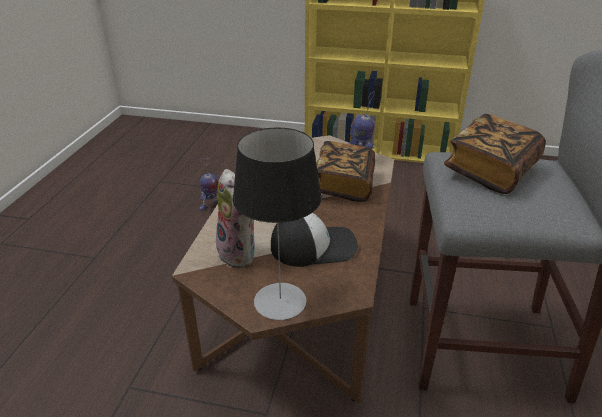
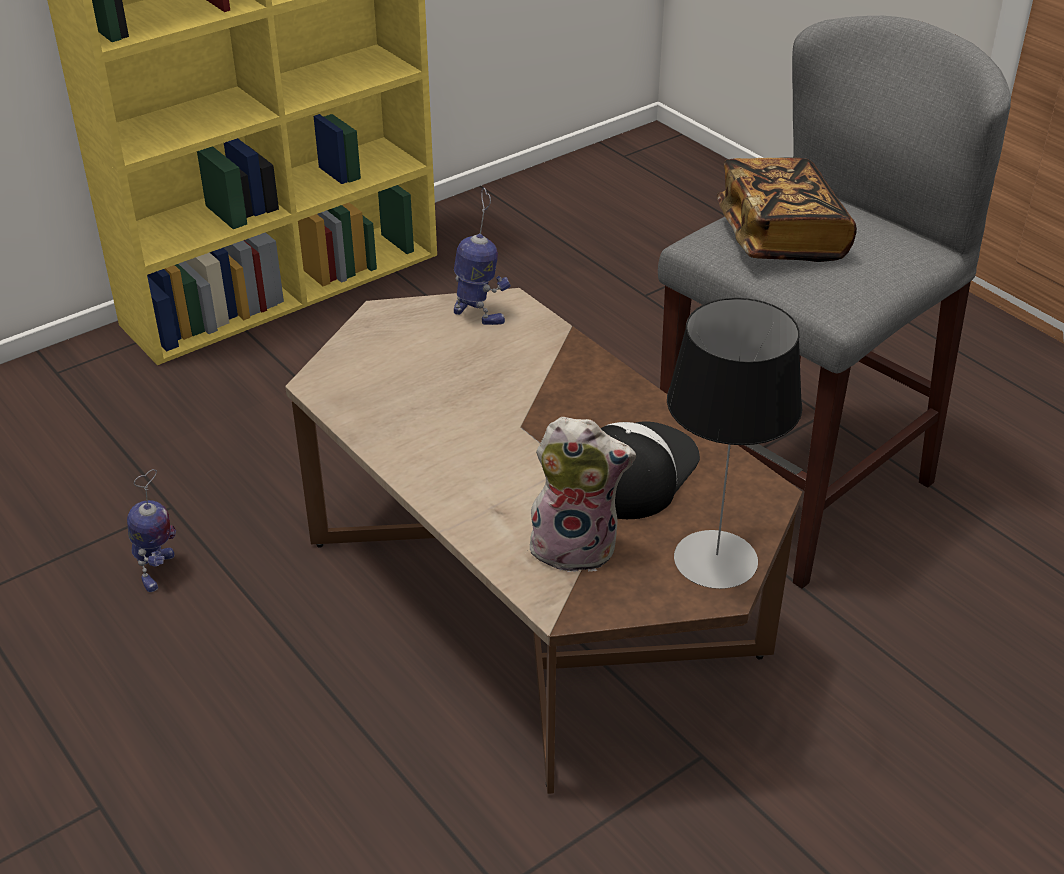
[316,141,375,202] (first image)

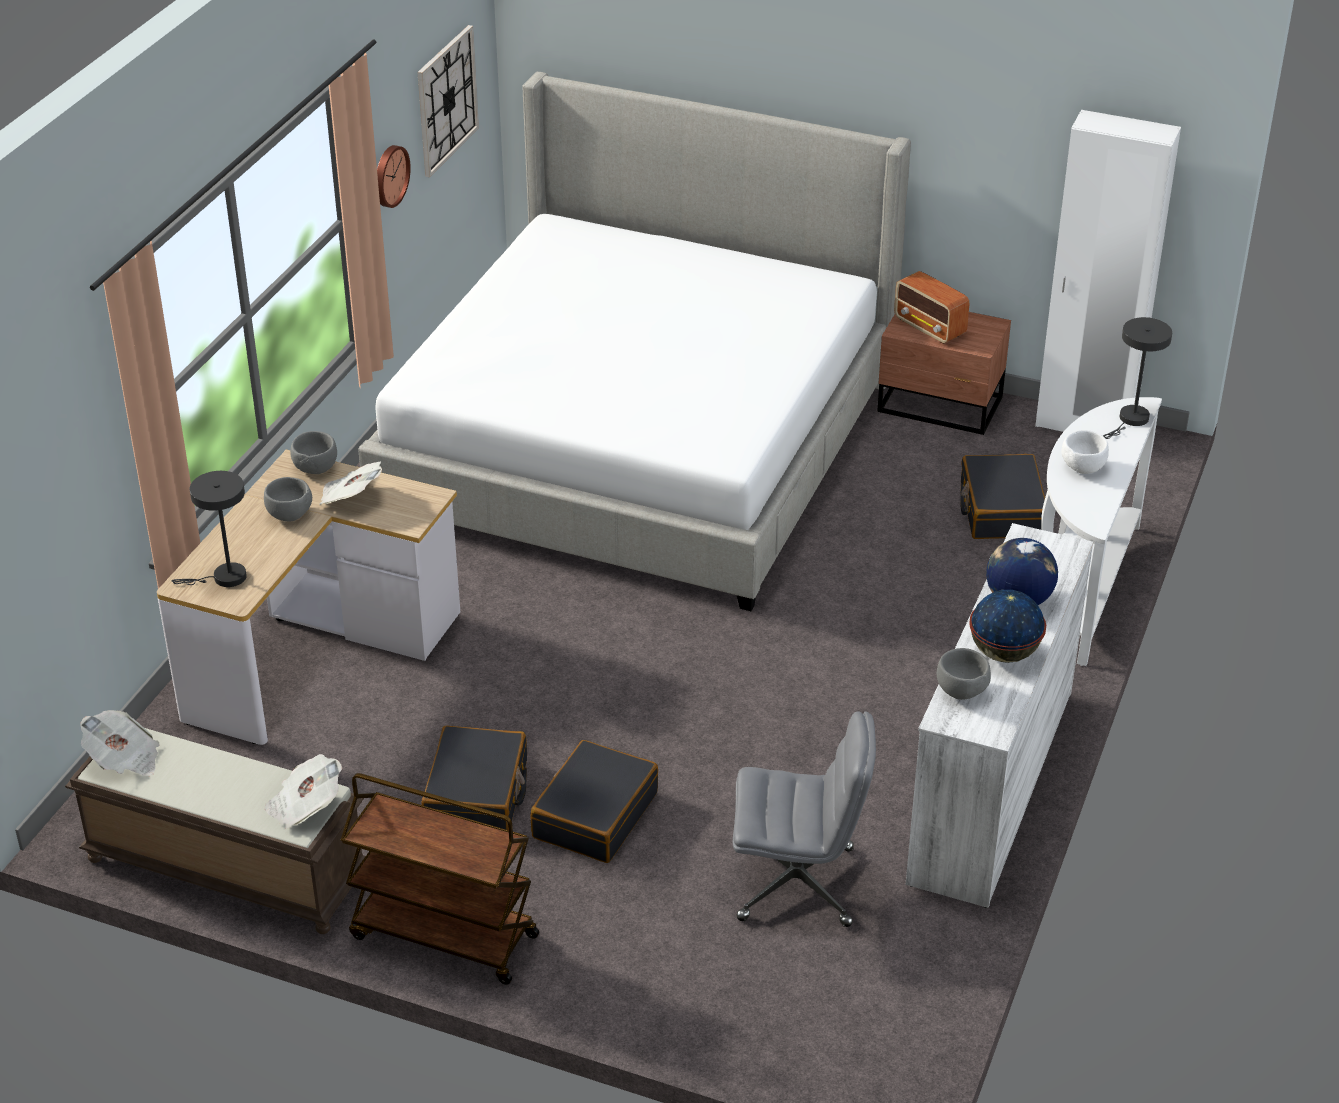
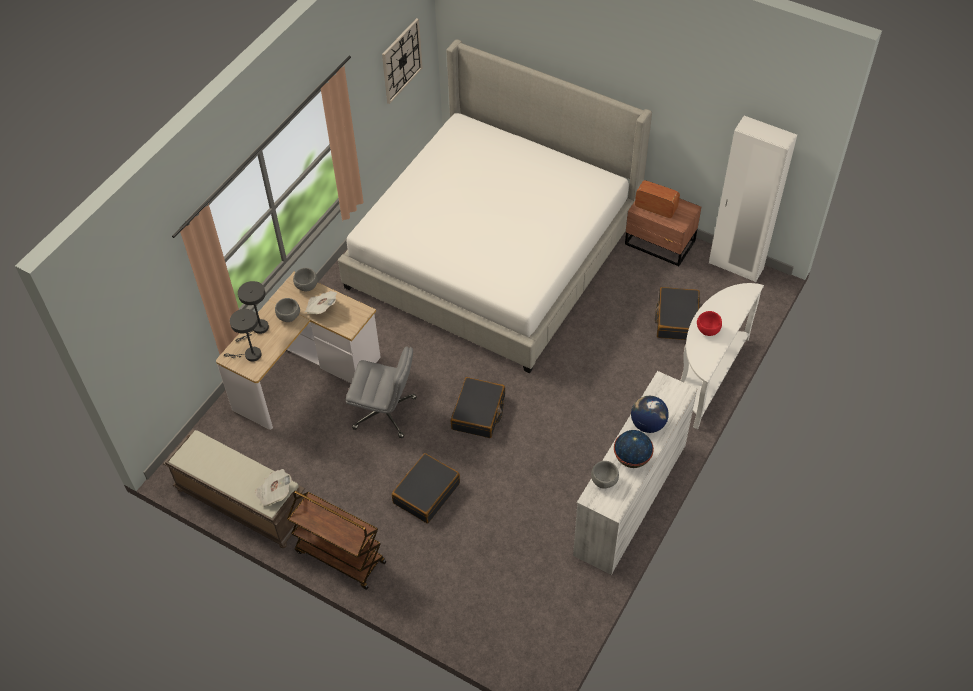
[80,710,160,776] (first image)
[377,145,411,208] (first image)
[451,377,505,438]
[346,346,417,438]
[235,281,269,342]
[697,311,722,336]
[635,180,680,218]

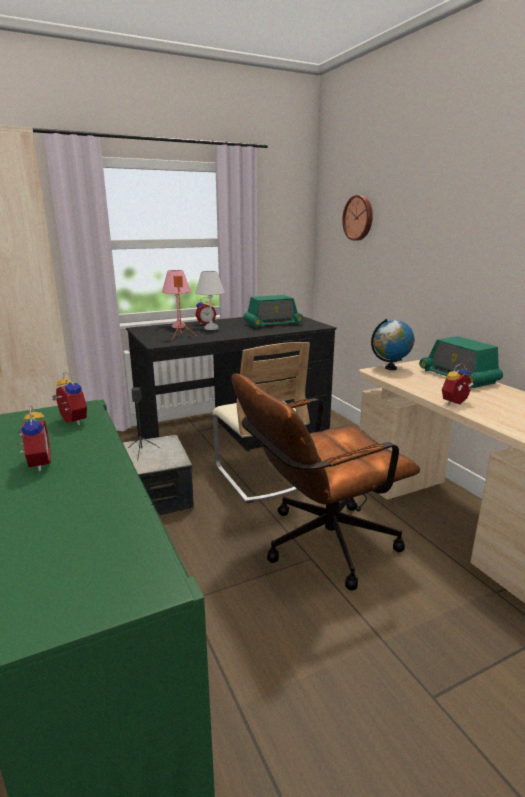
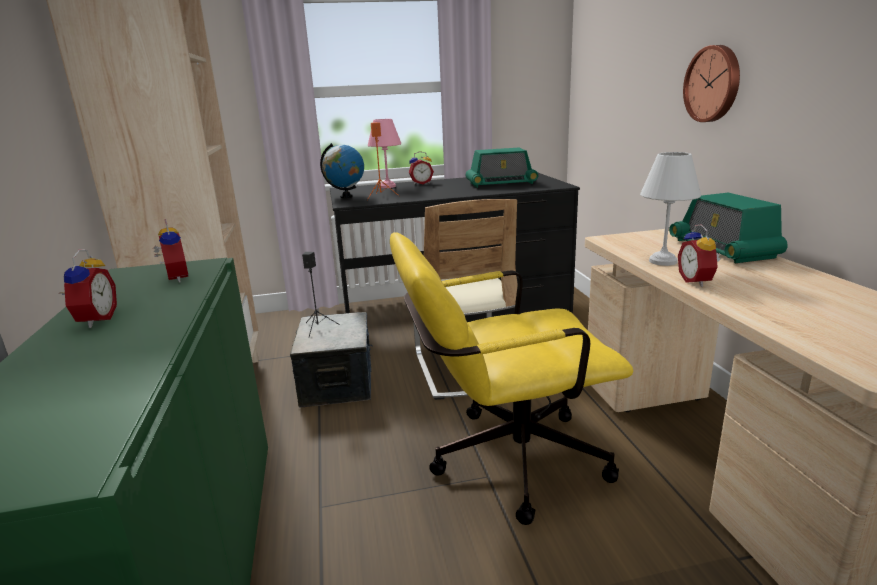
[640,152,701,266]
[683,45,740,122]
[320,143,364,198]
[390,232,634,525]
[678,224,720,287]

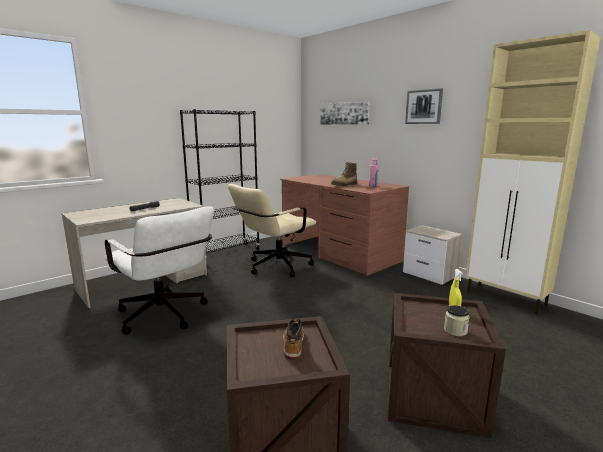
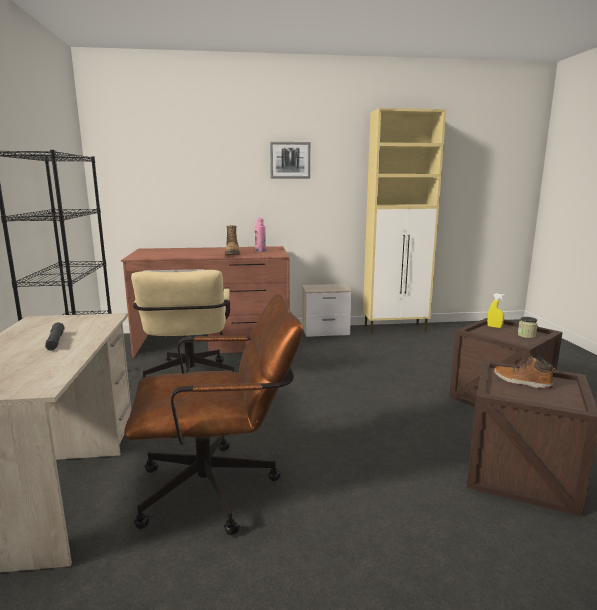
[320,101,370,125] (first image)
[124,294,304,535]

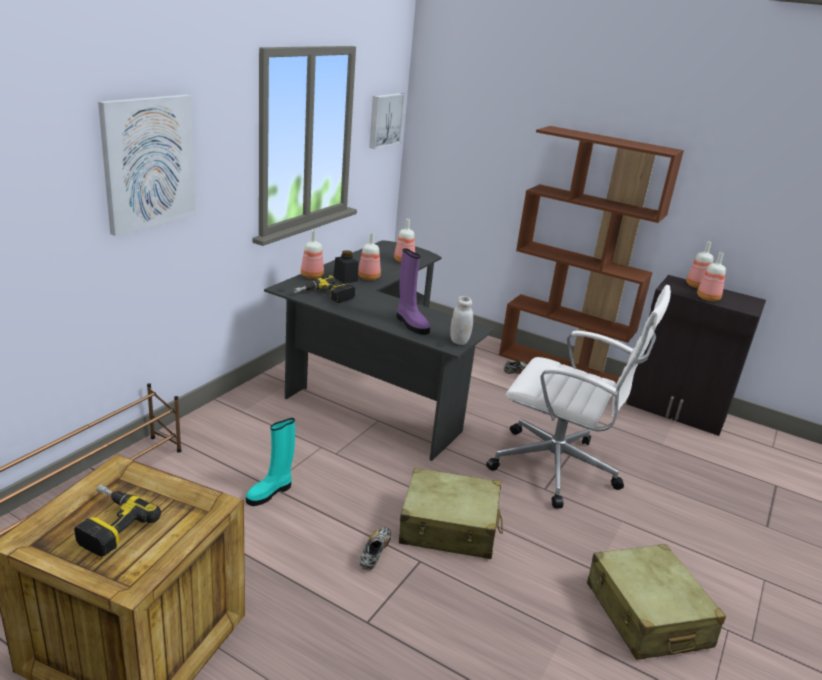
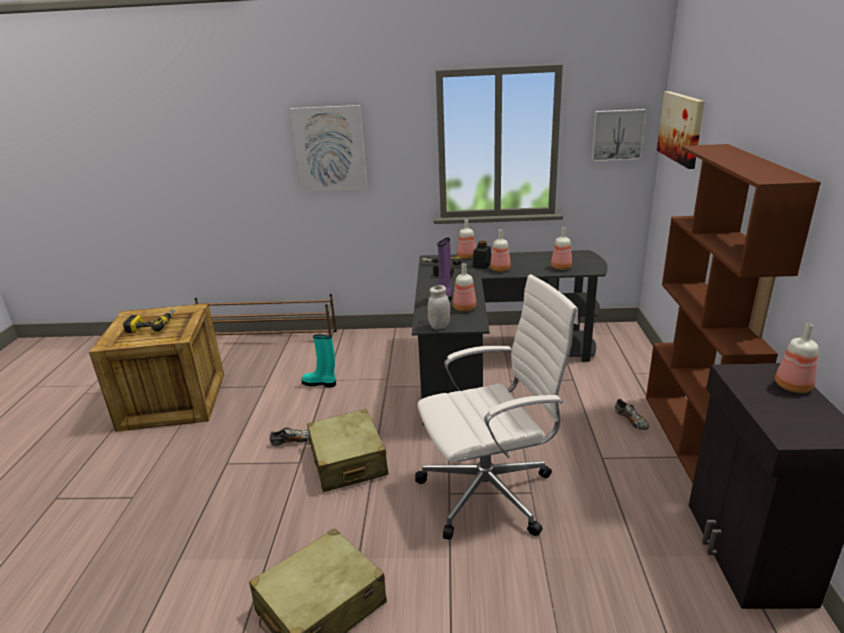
[657,91,705,169]
[453,263,476,312]
[415,274,578,540]

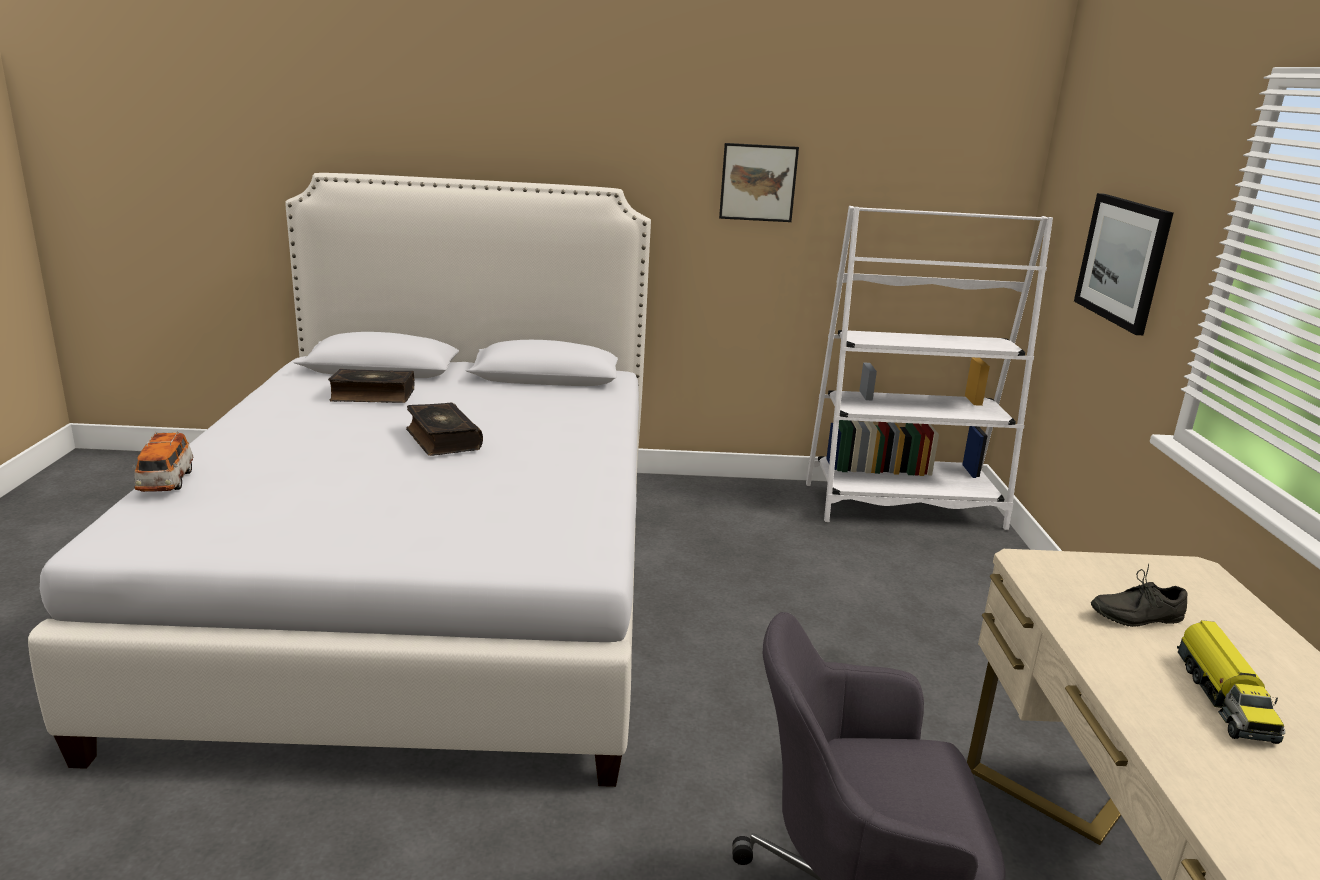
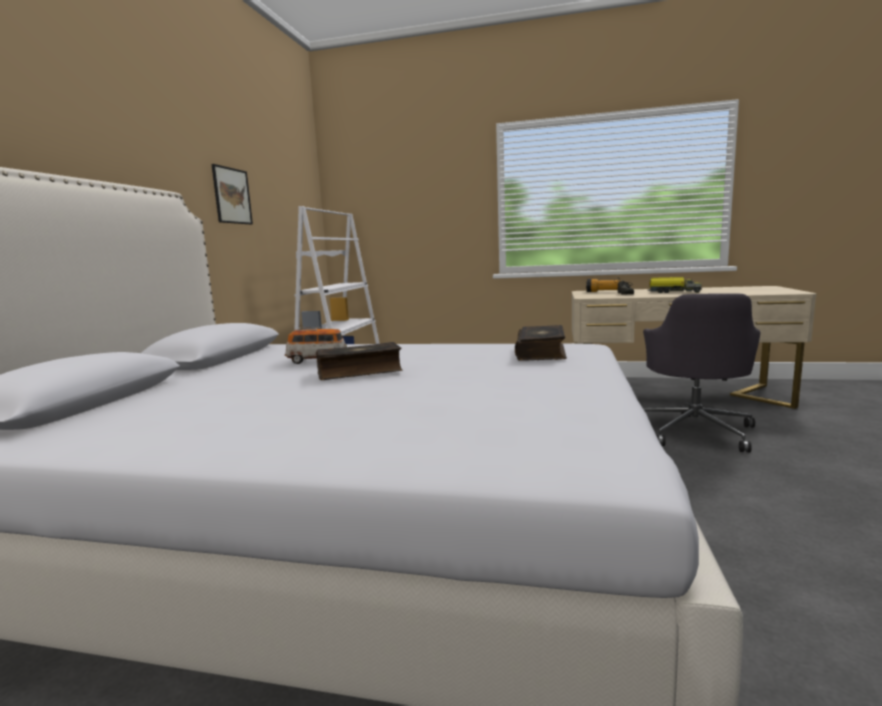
[1074,193,1173,335] (first image)
[586,279,621,292]
[285,327,347,364]
[515,325,567,361]

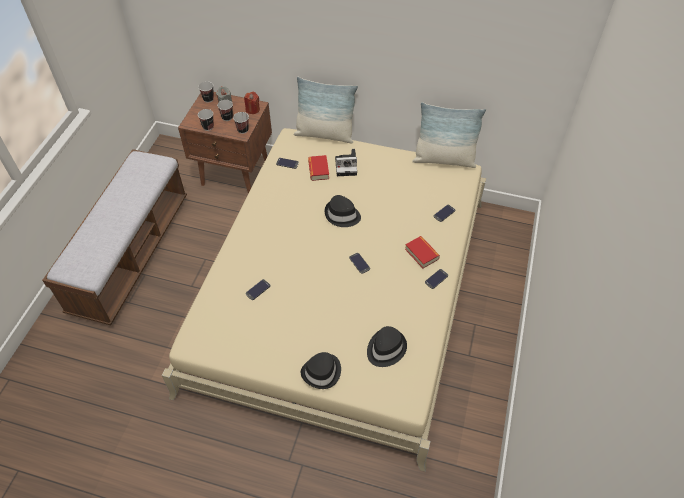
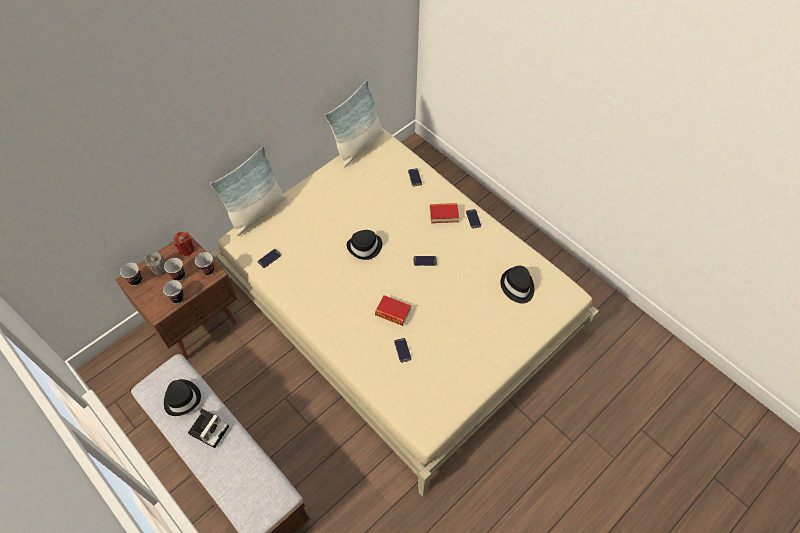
[164,379,201,416]
[375,295,411,326]
[188,409,229,448]

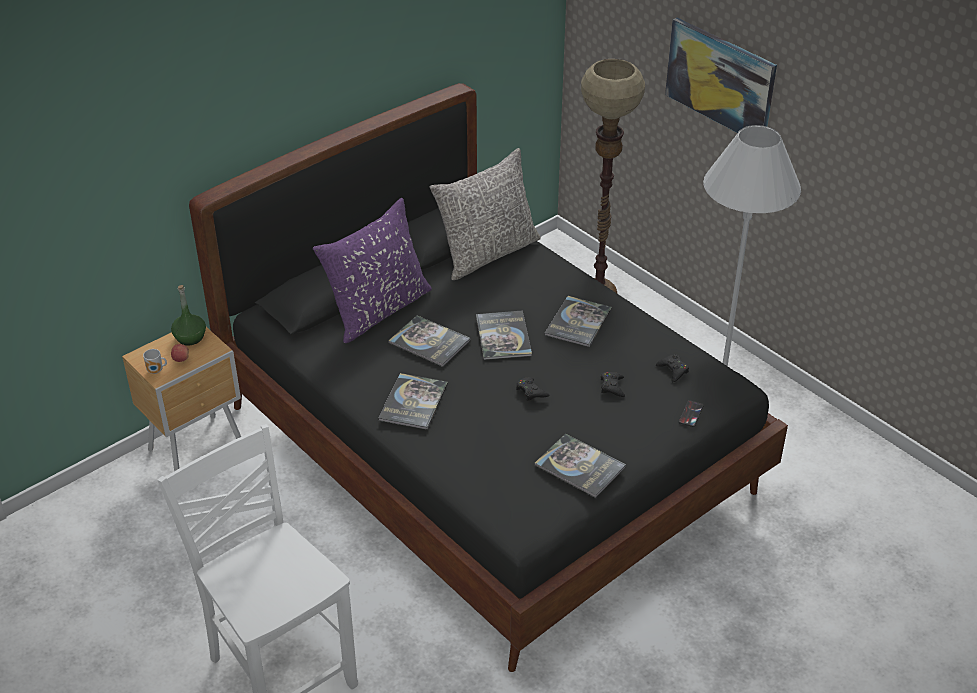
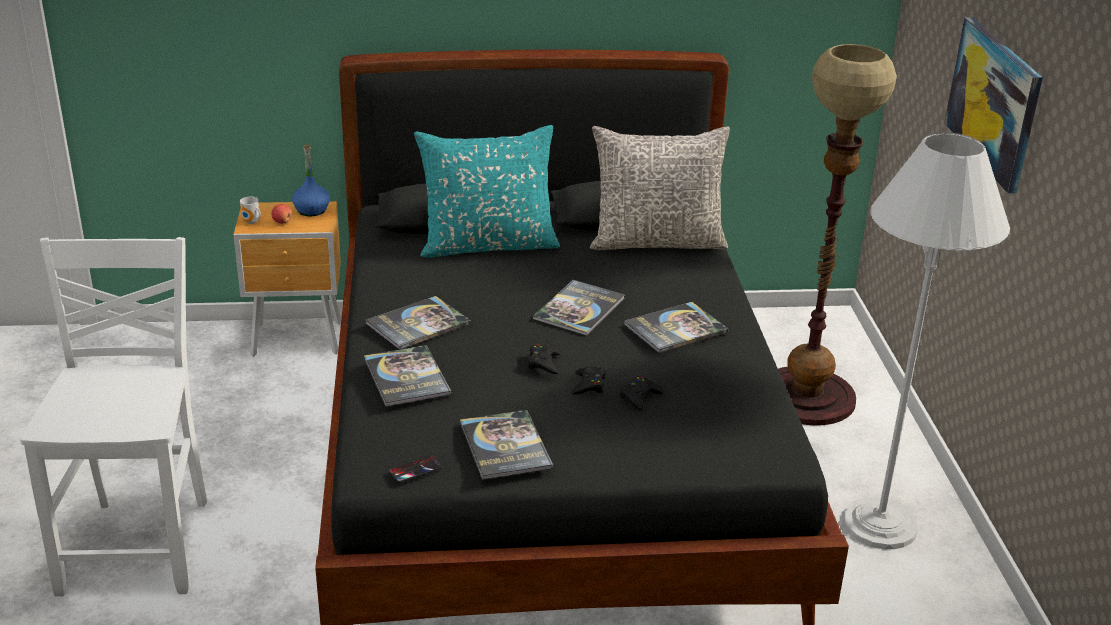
[364,345,451,407]
[571,366,606,394]
[389,455,443,483]
[292,145,330,217]
[414,125,560,258]

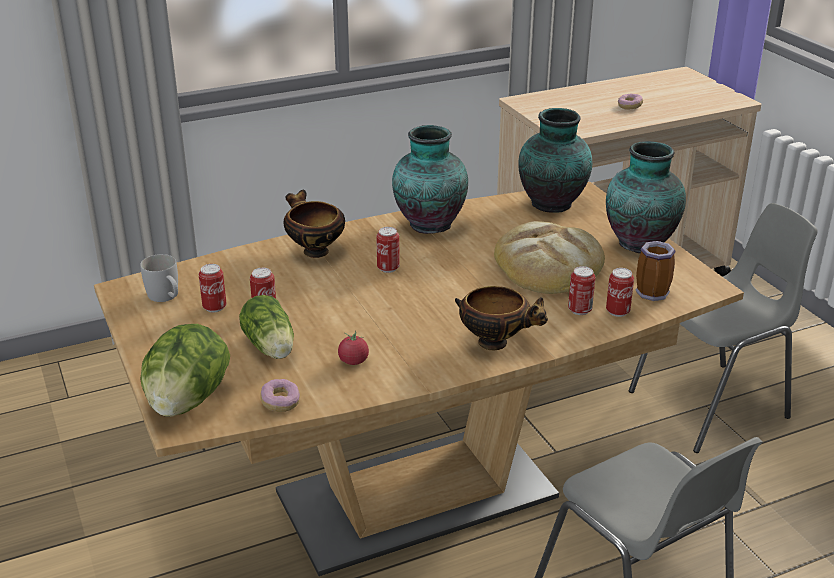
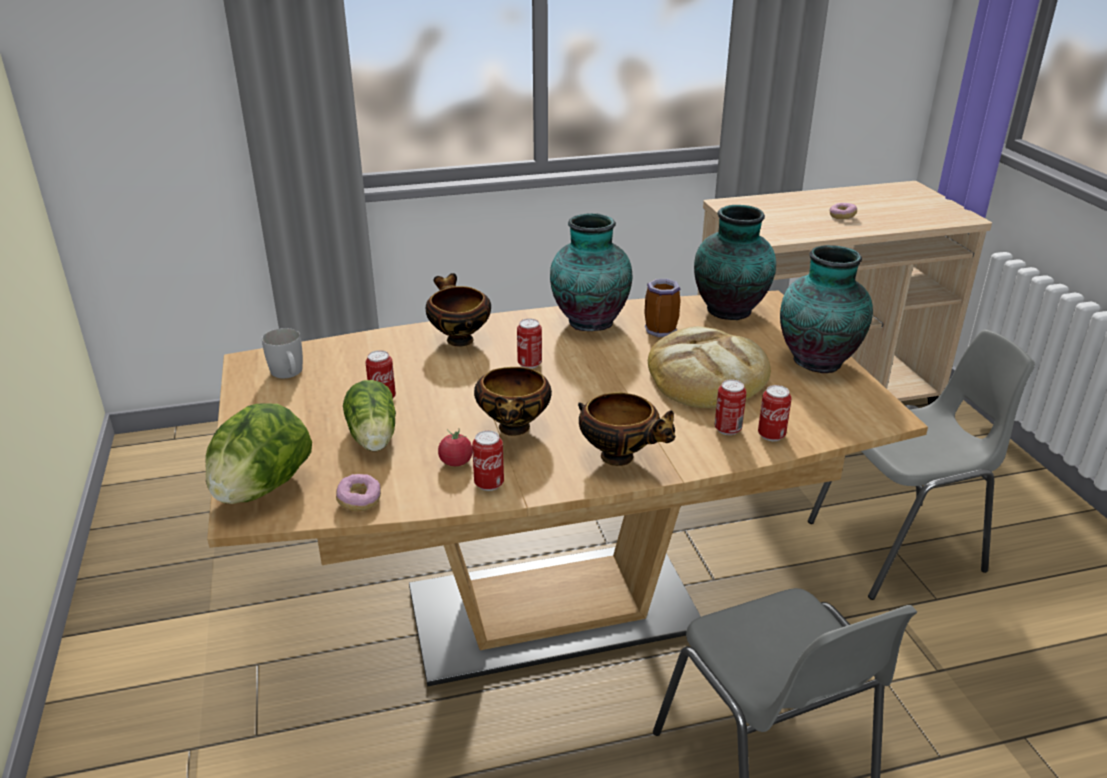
[474,367,552,436]
[472,431,504,491]
[644,279,681,337]

